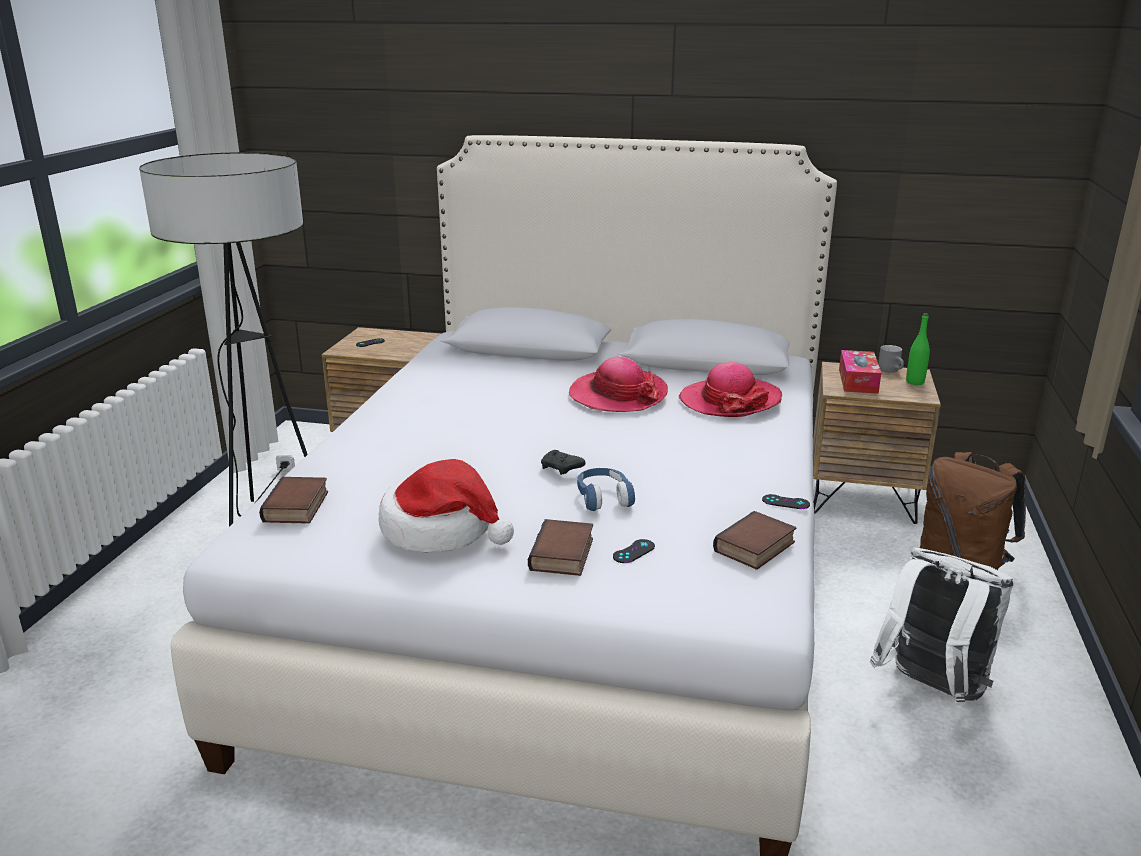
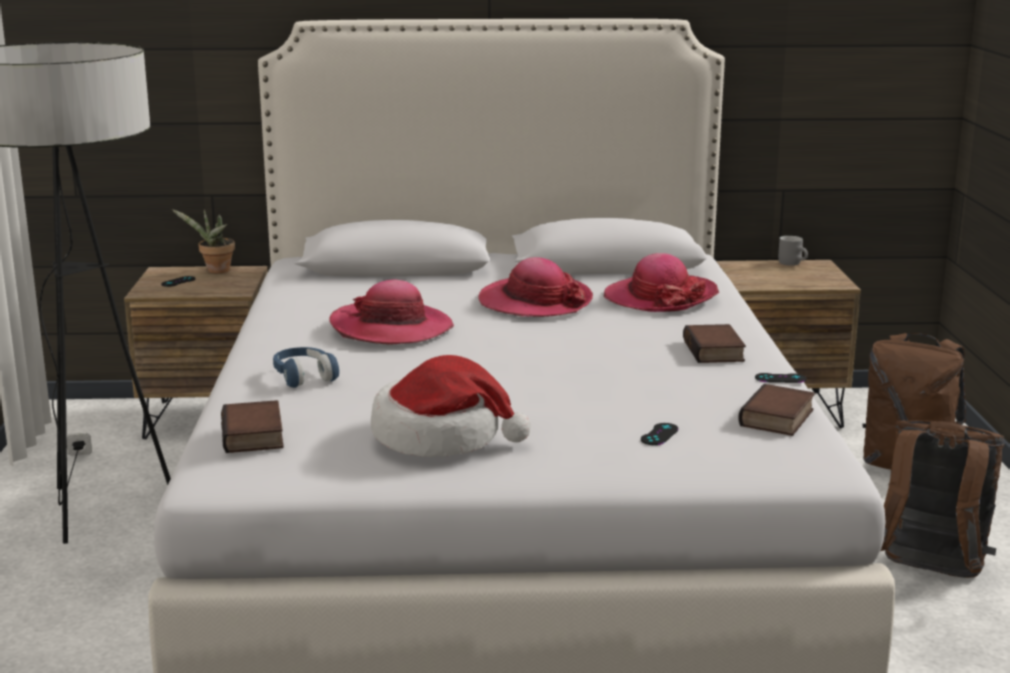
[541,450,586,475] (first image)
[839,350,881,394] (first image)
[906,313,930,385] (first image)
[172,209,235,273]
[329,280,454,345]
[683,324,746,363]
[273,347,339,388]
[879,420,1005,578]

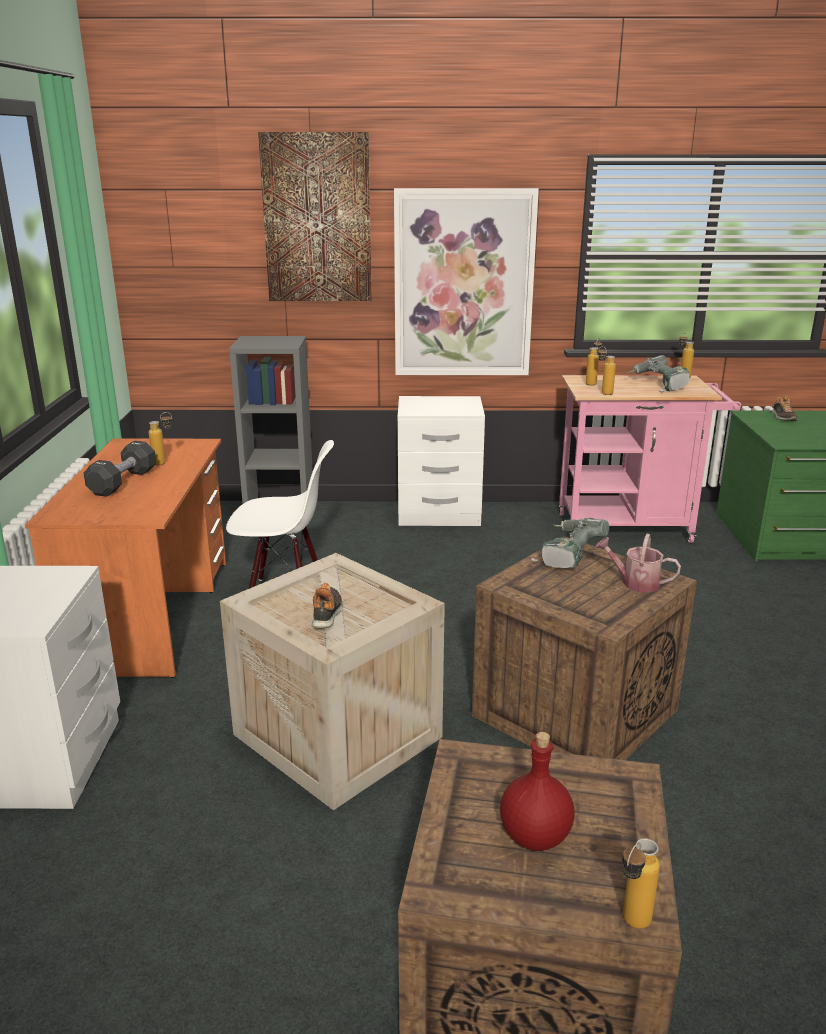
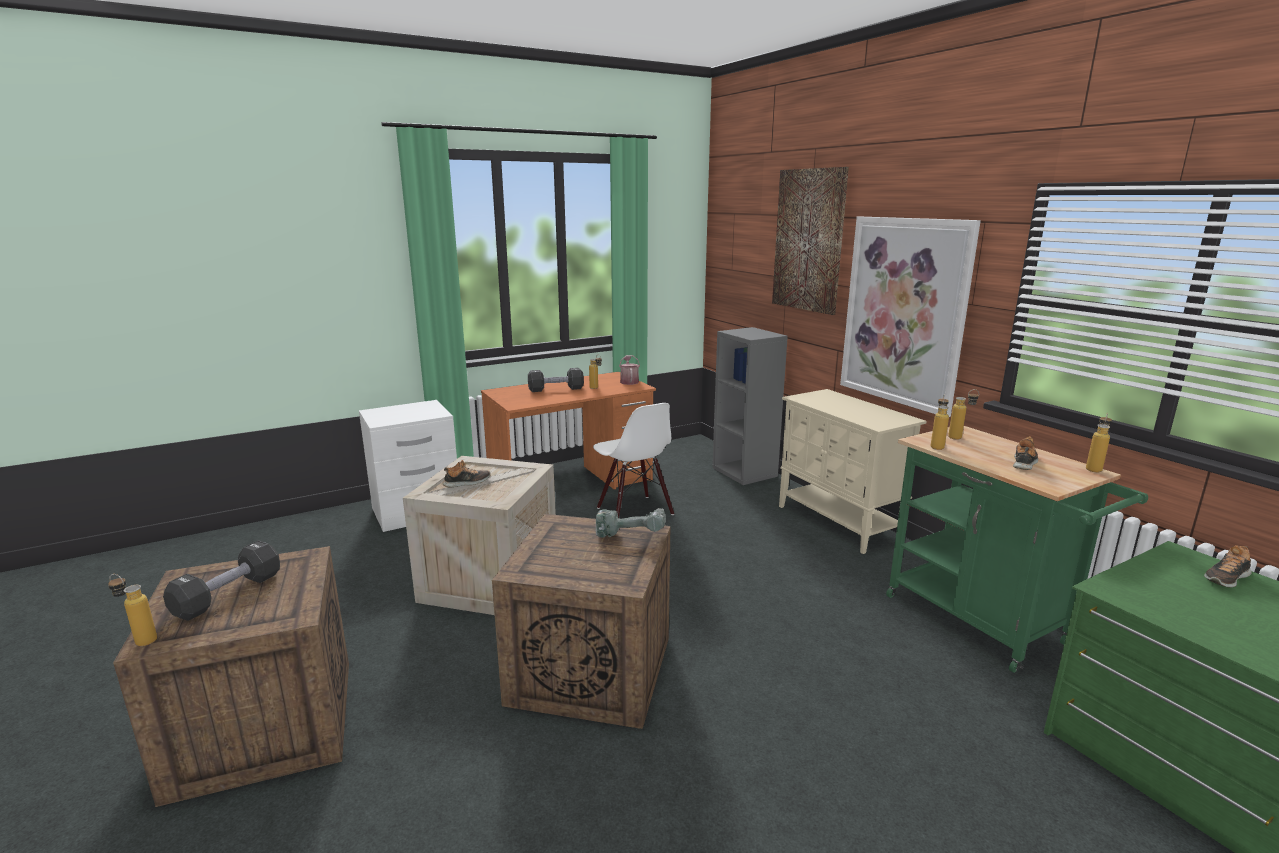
[619,355,640,385]
[779,389,927,554]
[163,541,280,621]
[1013,436,1038,470]
[886,426,1148,673]

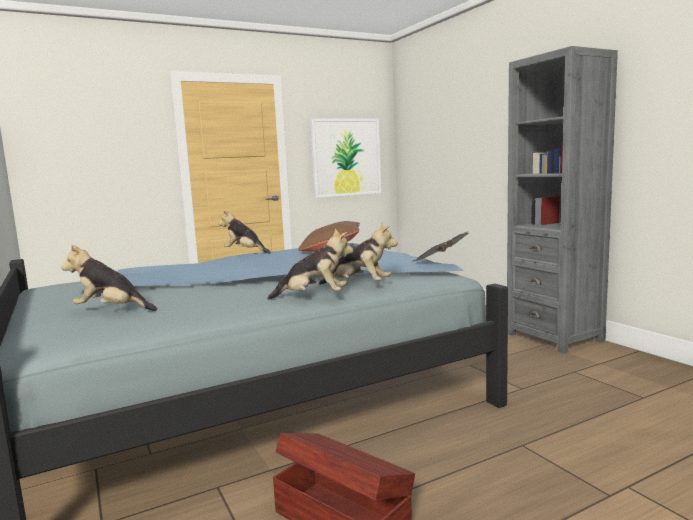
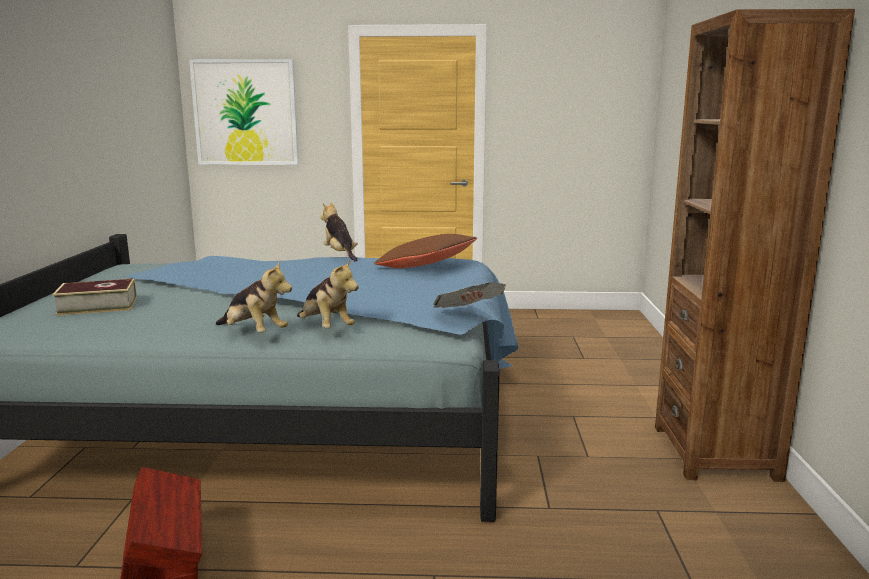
[189,59,299,165]
[52,279,137,316]
[655,9,855,482]

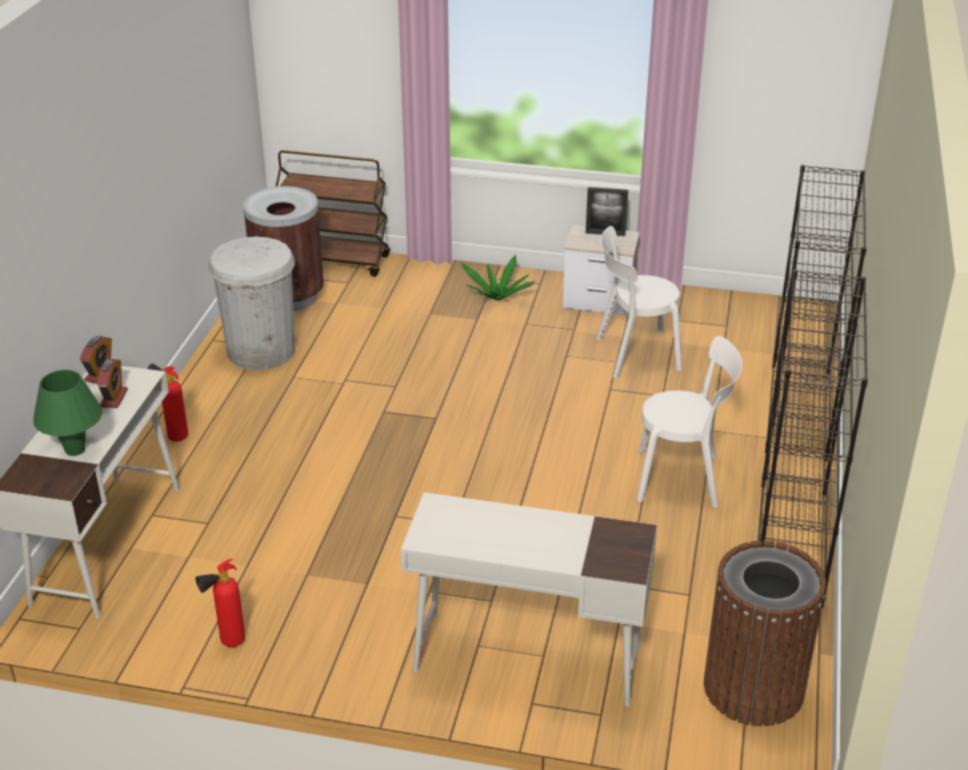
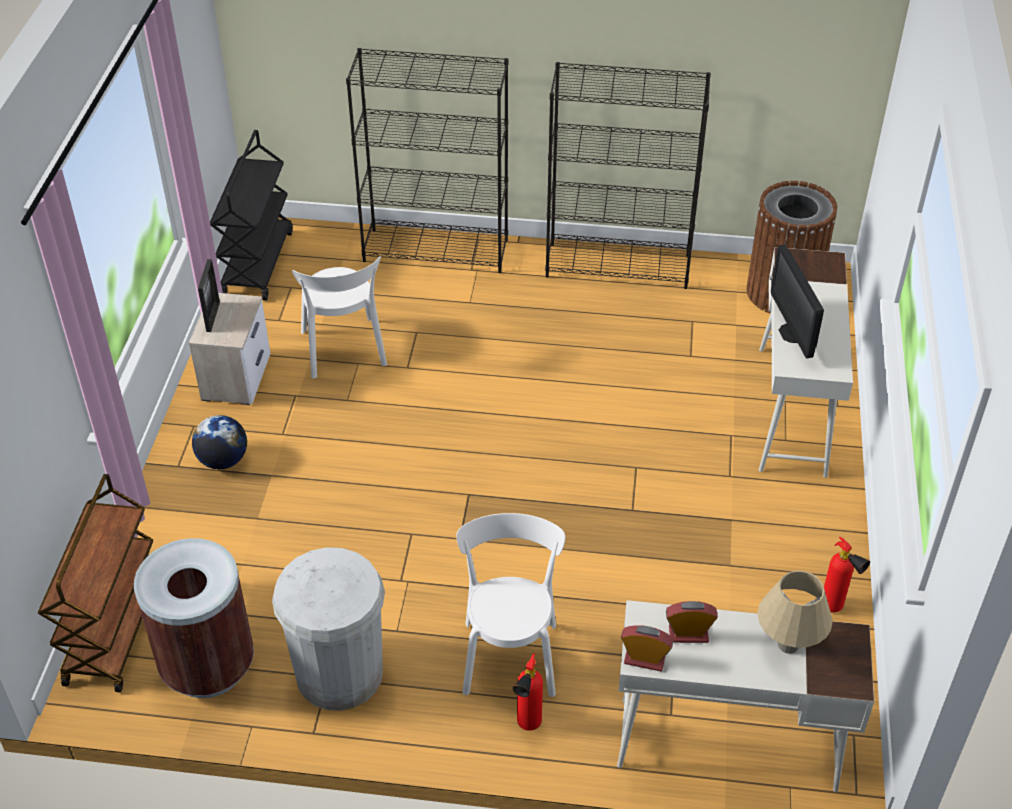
[210,130,293,301]
[771,244,824,358]
[456,513,565,697]
[192,415,247,469]
[757,571,833,654]

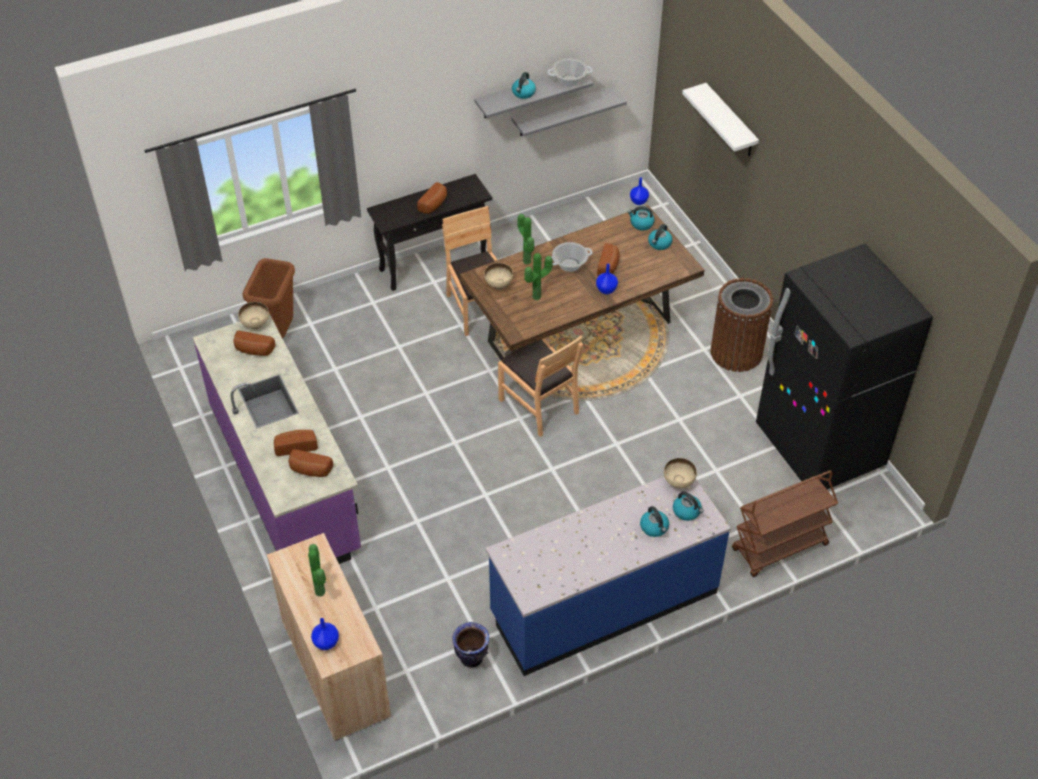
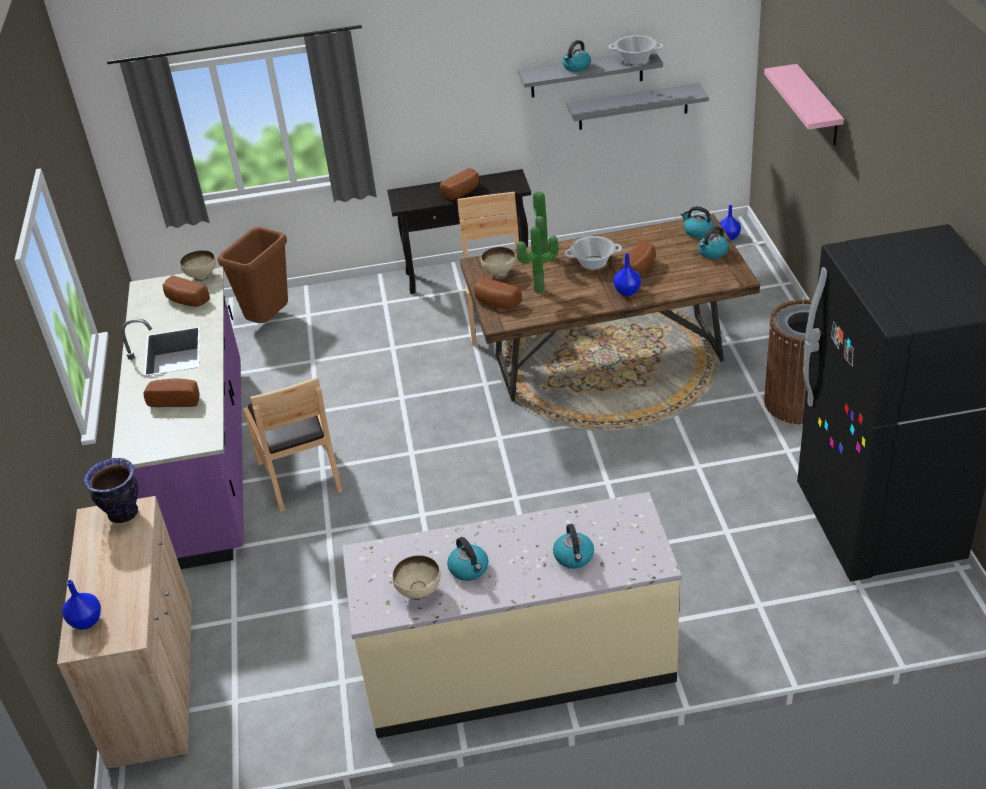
[308,544,326,597] (first image)
[732,471,838,577] (first image)
[474,277,522,309]
[84,458,138,523]
[243,377,343,512]
[392,555,441,600]
[447,537,488,581]
[342,492,682,738]
[764,64,844,146]

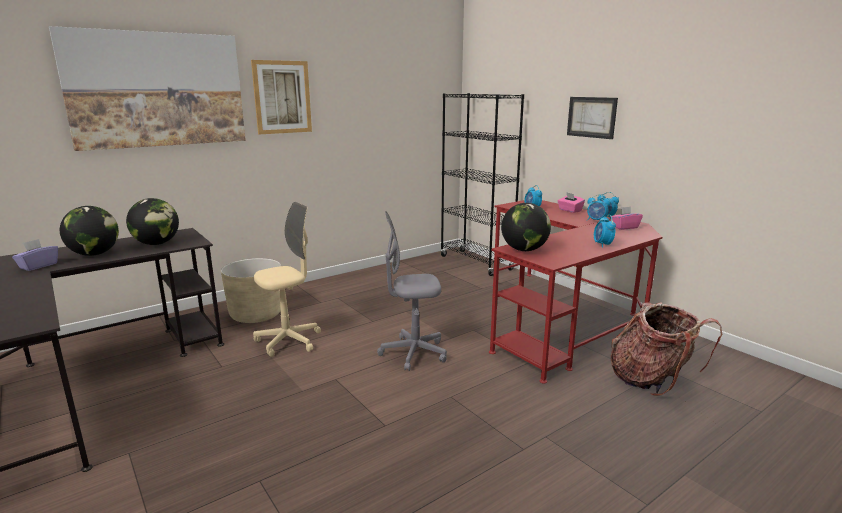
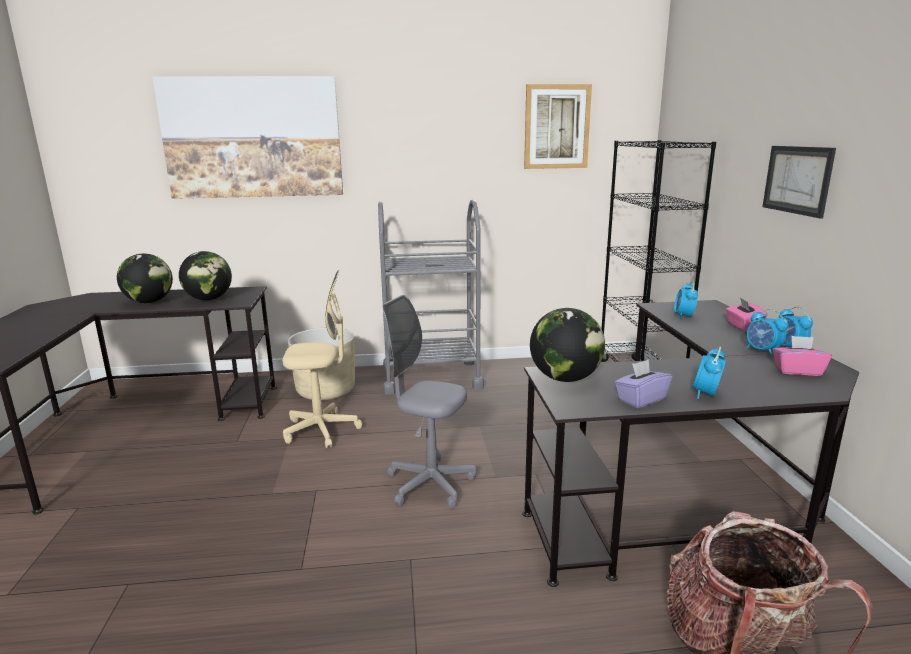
[378,200,484,395]
[614,359,672,408]
[524,84,592,169]
[522,300,859,587]

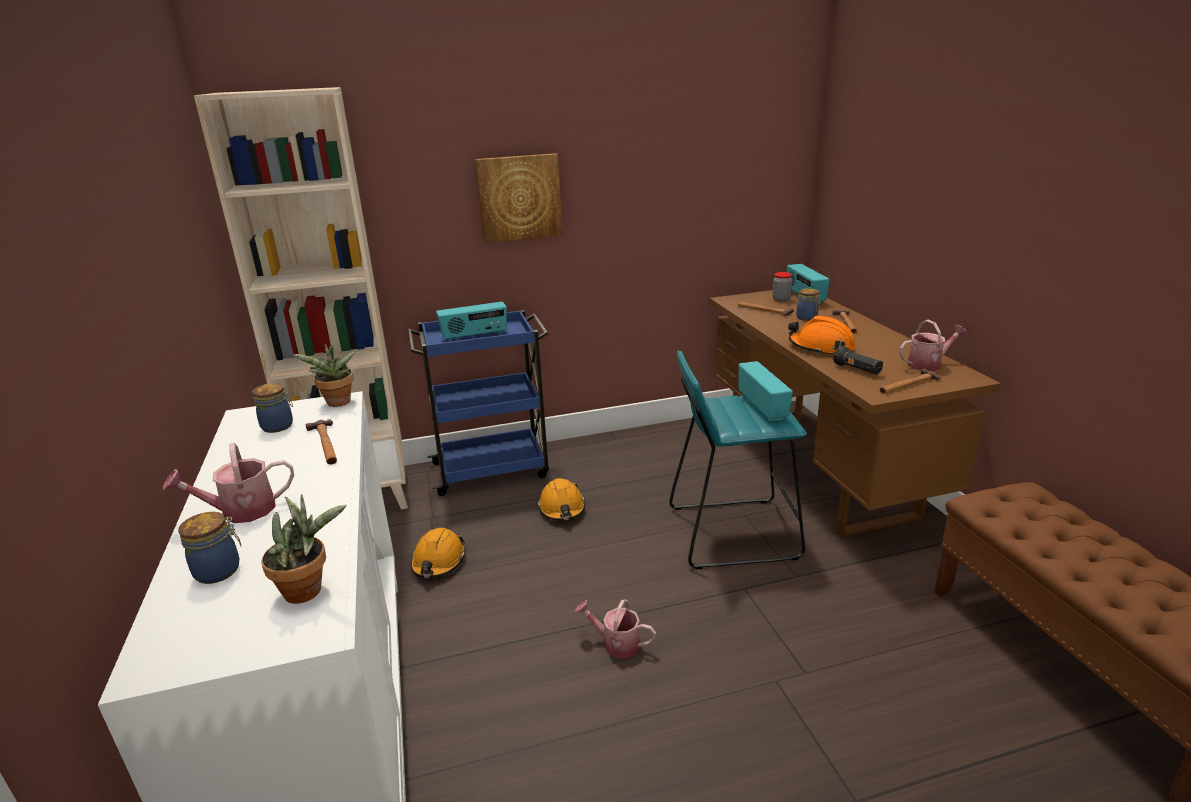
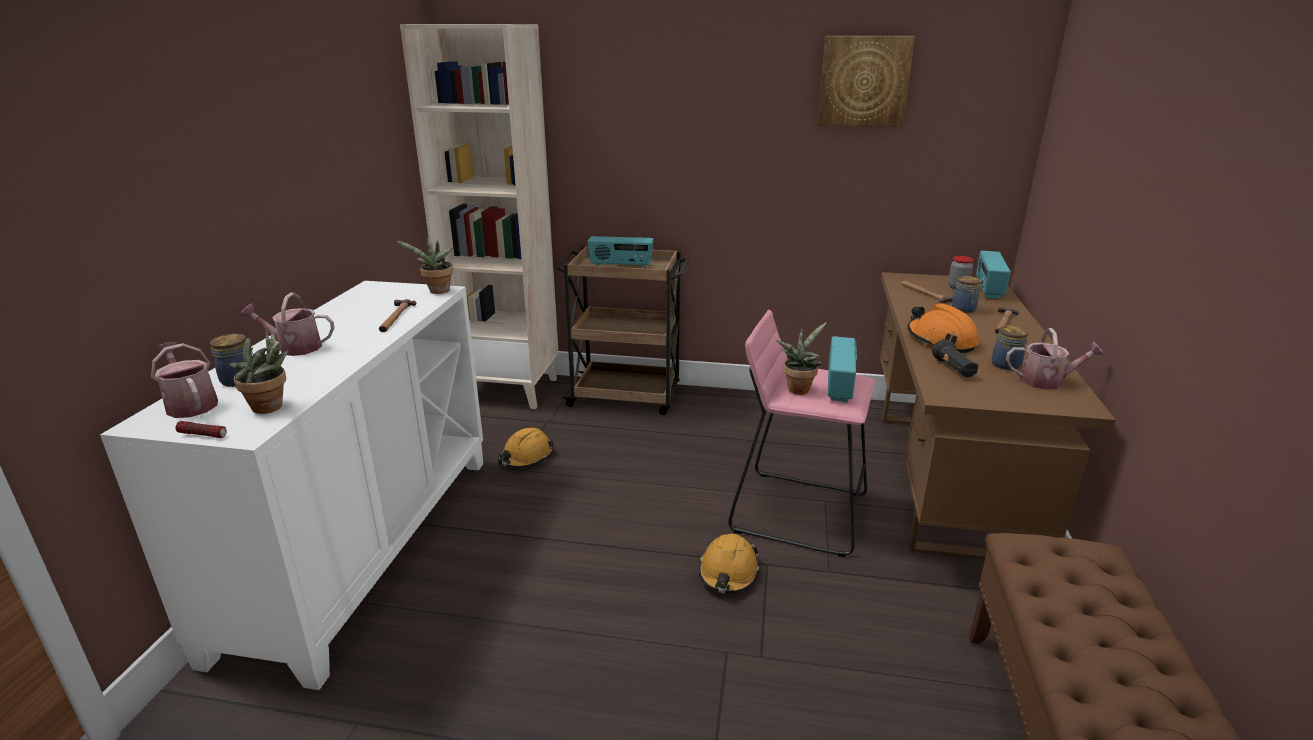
[880,368,941,394] (first image)
[175,421,227,438]
[776,322,827,395]
[992,326,1028,370]
[818,36,915,127]
[698,533,760,594]
[151,342,218,418]
[555,246,690,415]
[728,310,875,557]

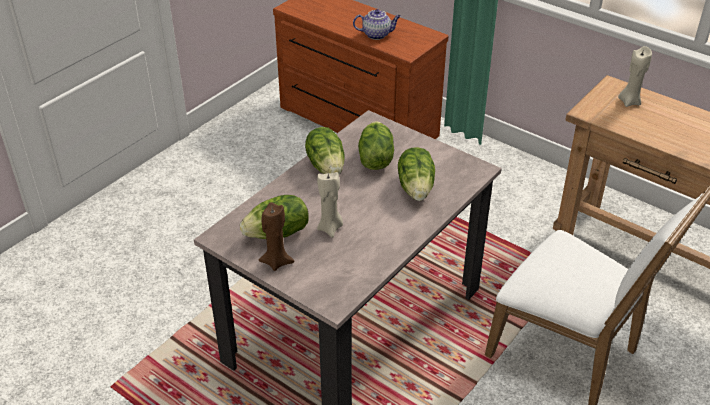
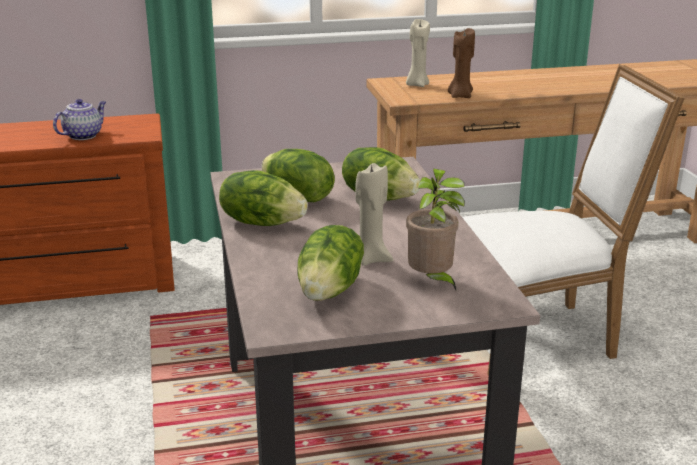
[406,168,465,290]
[448,28,475,98]

